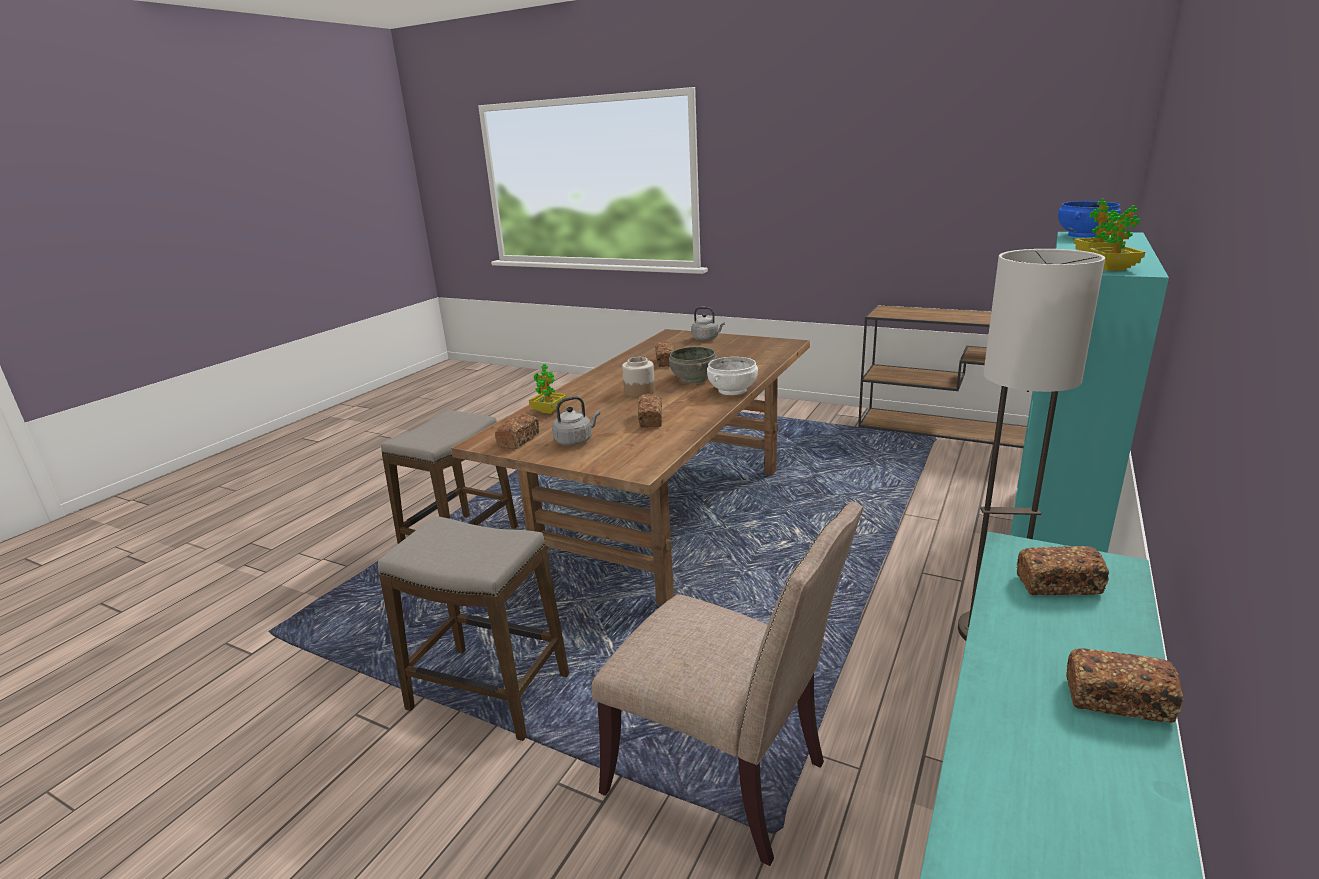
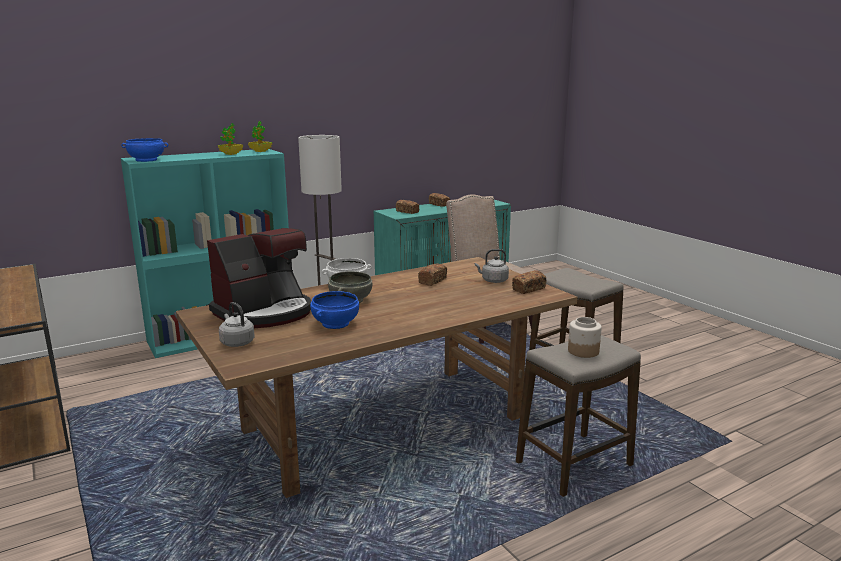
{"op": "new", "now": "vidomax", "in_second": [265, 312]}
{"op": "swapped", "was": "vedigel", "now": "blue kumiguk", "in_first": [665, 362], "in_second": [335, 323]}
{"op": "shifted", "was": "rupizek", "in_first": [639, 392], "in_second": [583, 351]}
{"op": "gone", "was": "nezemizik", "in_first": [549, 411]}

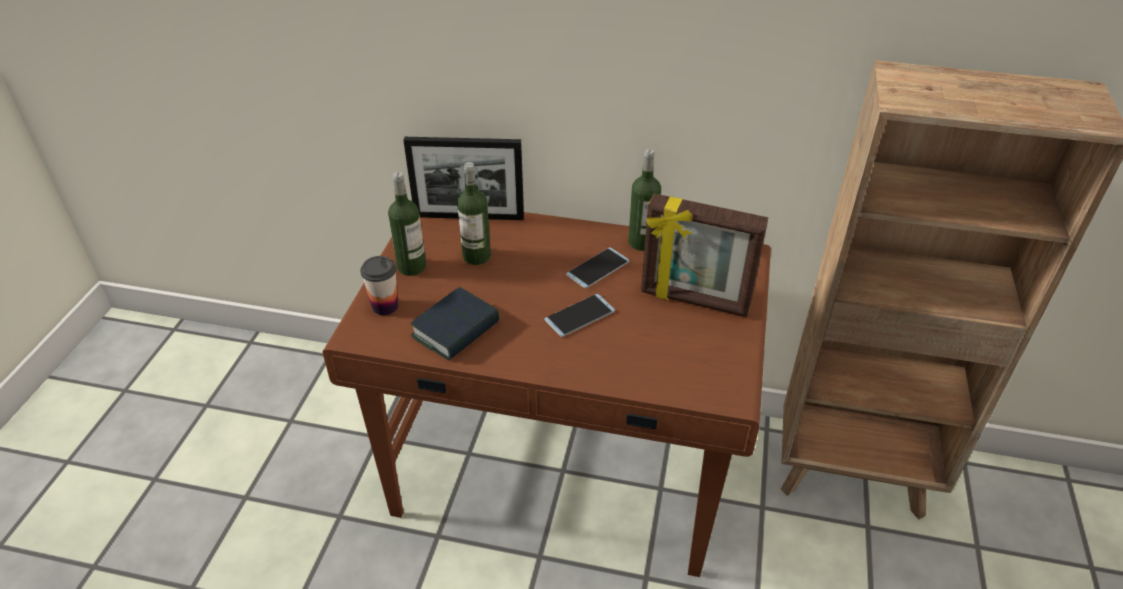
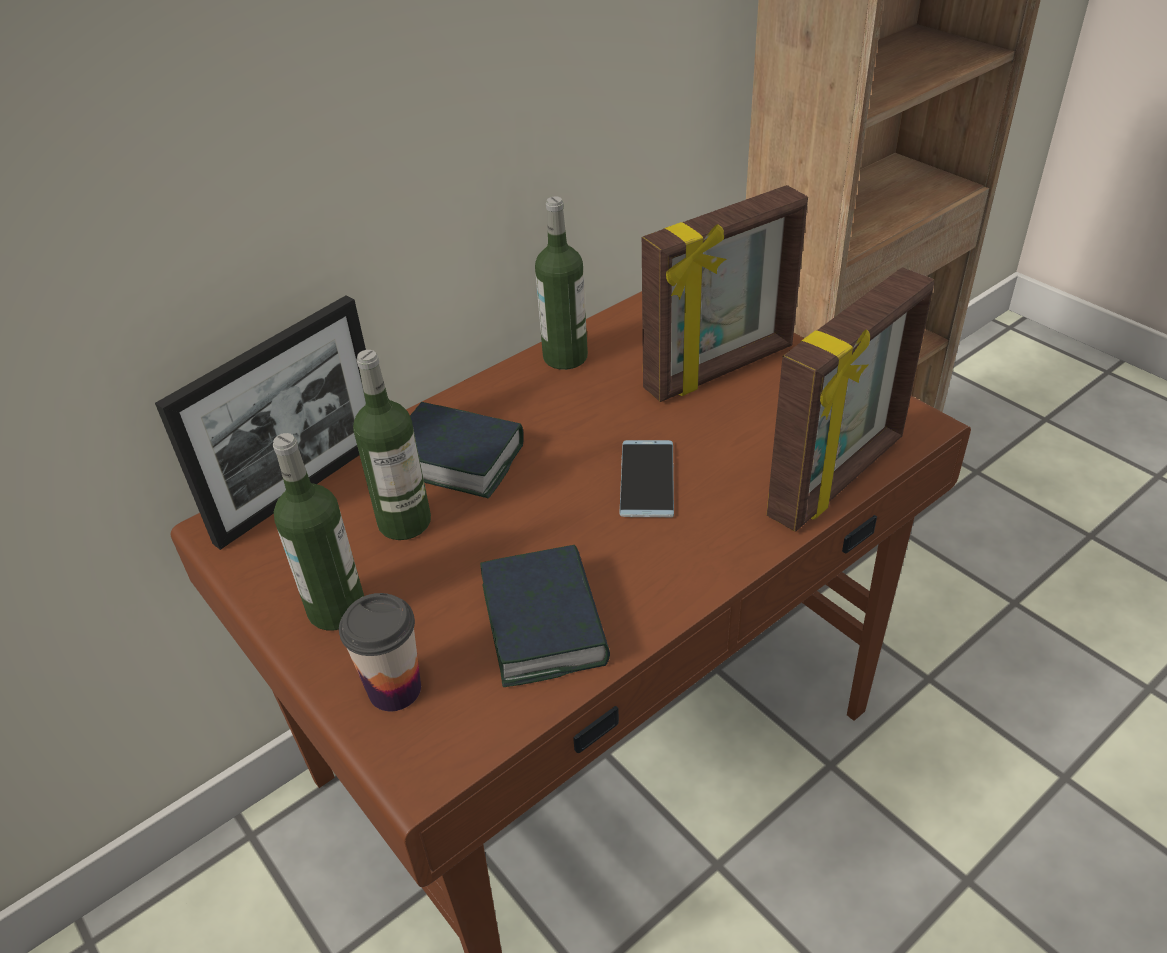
{"op": "new", "now": "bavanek", "in_second": [456, 459]}
{"op": "new", "now": "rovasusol", "in_second": [839, 478]}
{"op": "gone", "was": "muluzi", "in_first": [598, 268]}

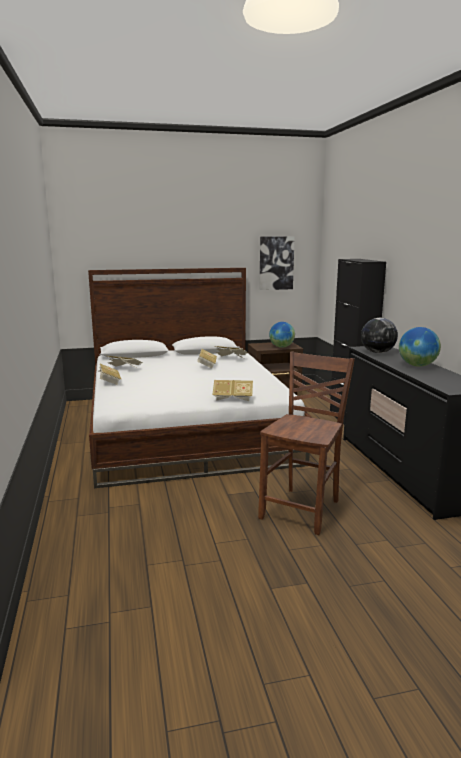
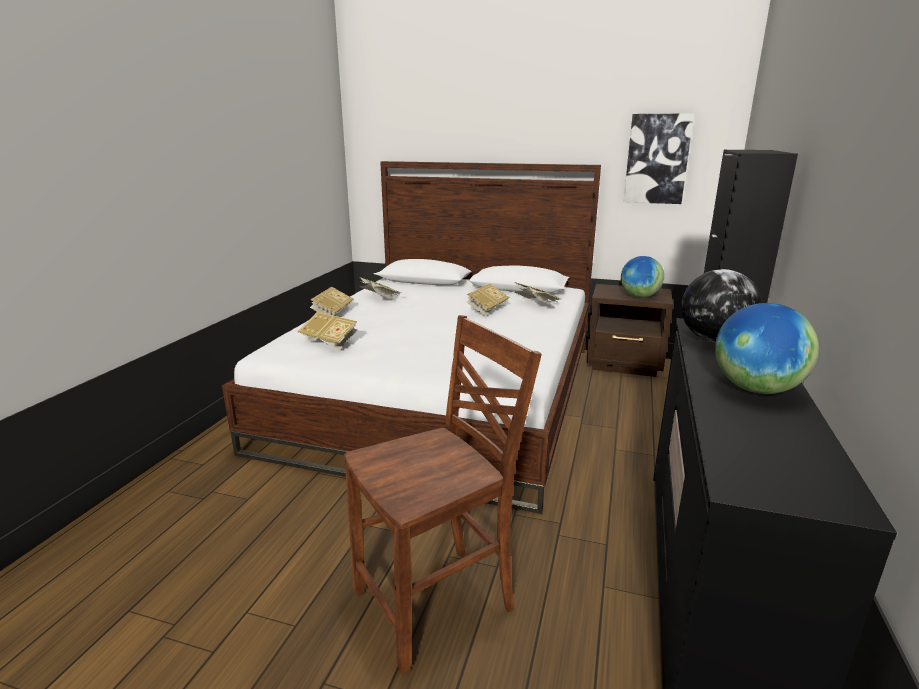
{"op": "shifted", "was": "bavanek", "in_first": [233, 398], "in_second": [329, 342]}

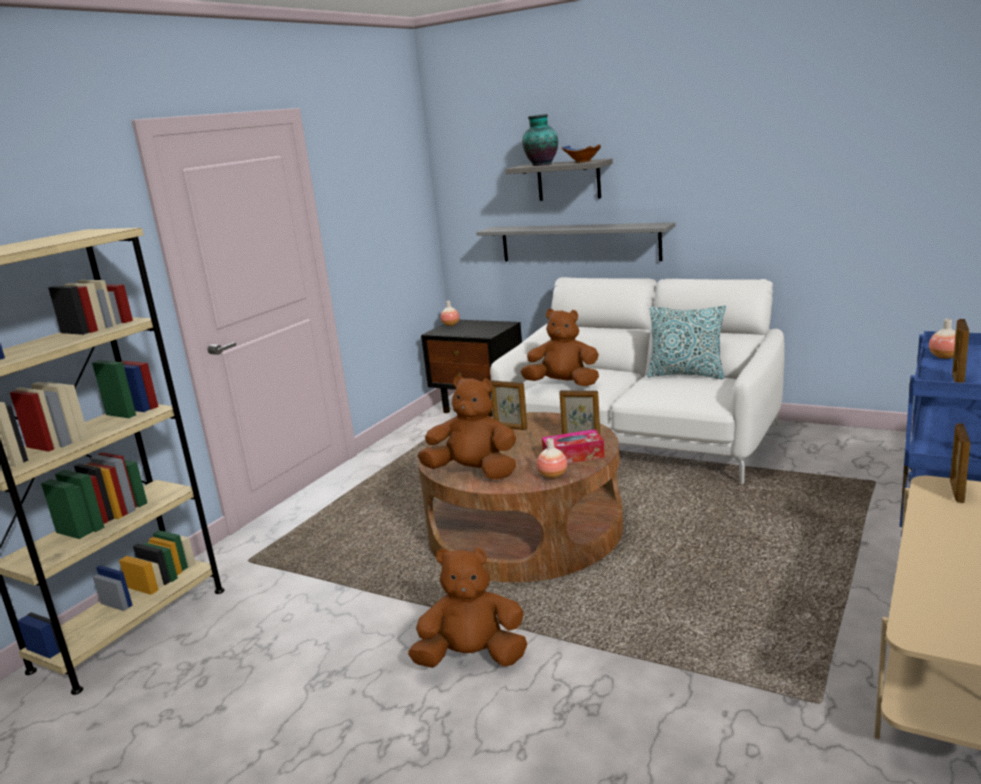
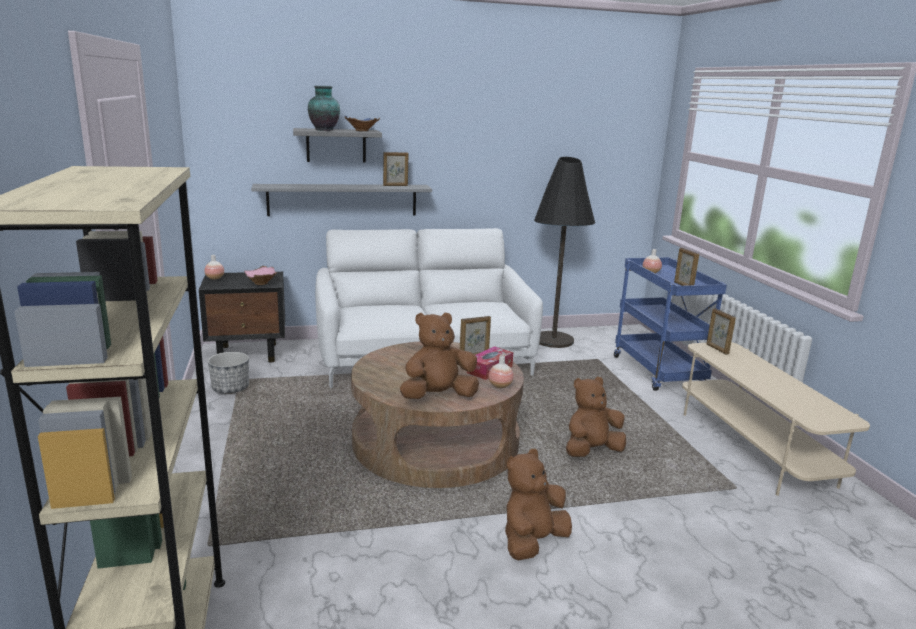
{"op": "new", "now": "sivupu", "in_second": [230, 389]}
{"op": "new", "now": "pink kumiguk", "in_second": [262, 283]}
{"op": "shifted", "was": "rovasusol", "in_first": [510, 428], "in_second": [395, 185]}
{"op": "new", "now": "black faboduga", "in_second": [553, 340]}
{"op": "shifted", "was": "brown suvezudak", "in_first": [563, 384], "in_second": [591, 451]}
{"op": "gone", "was": "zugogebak", "in_first": [686, 374]}

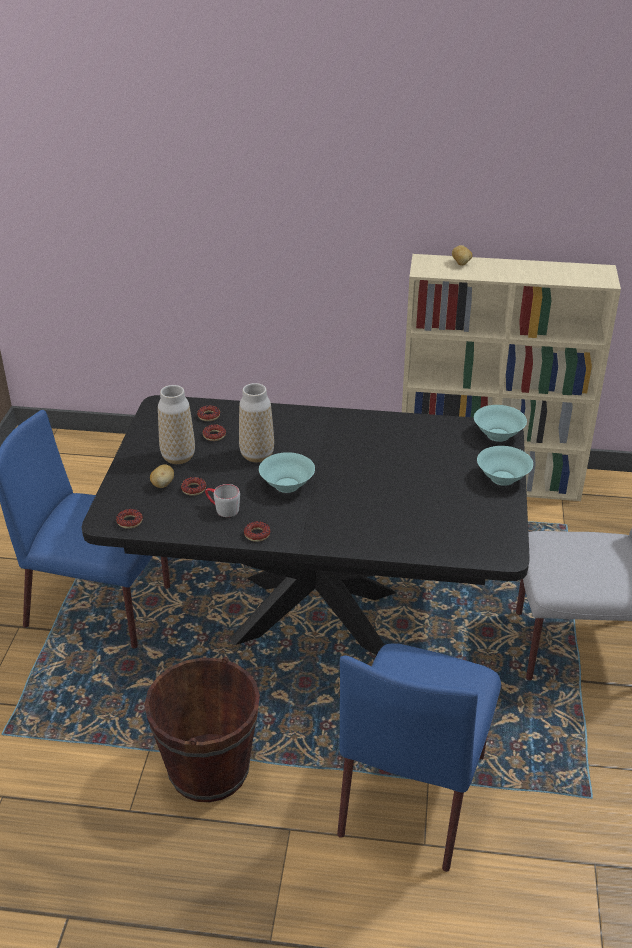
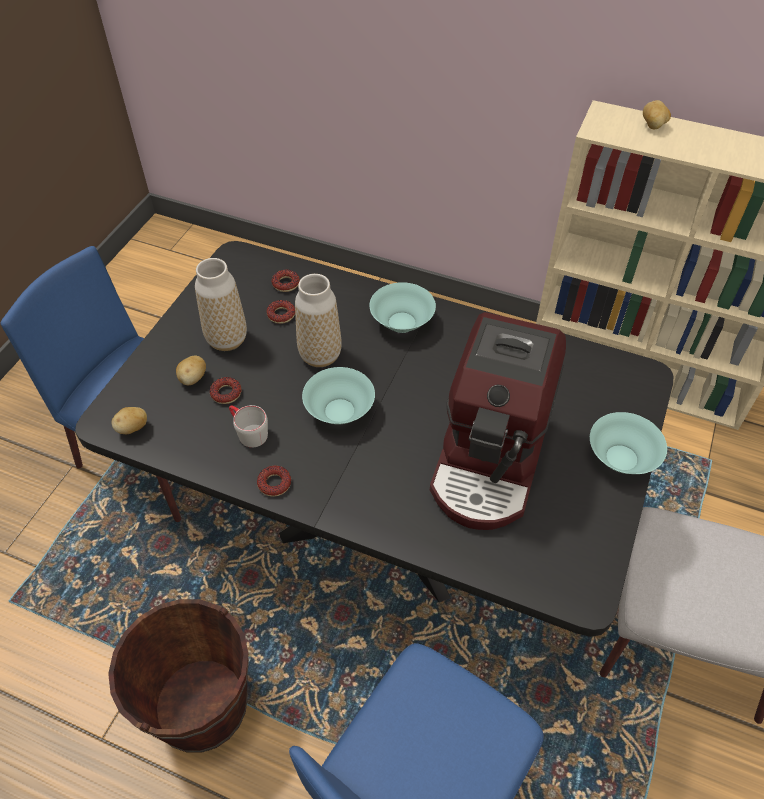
{"op": "swapped", "was": "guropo", "now": "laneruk", "in_first": [129, 521], "in_second": [133, 428]}
{"op": "shifted", "was": "turquoise kumiguk", "in_first": [498, 435], "in_second": [402, 322]}
{"op": "new", "now": "vidomax", "in_second": [491, 460]}

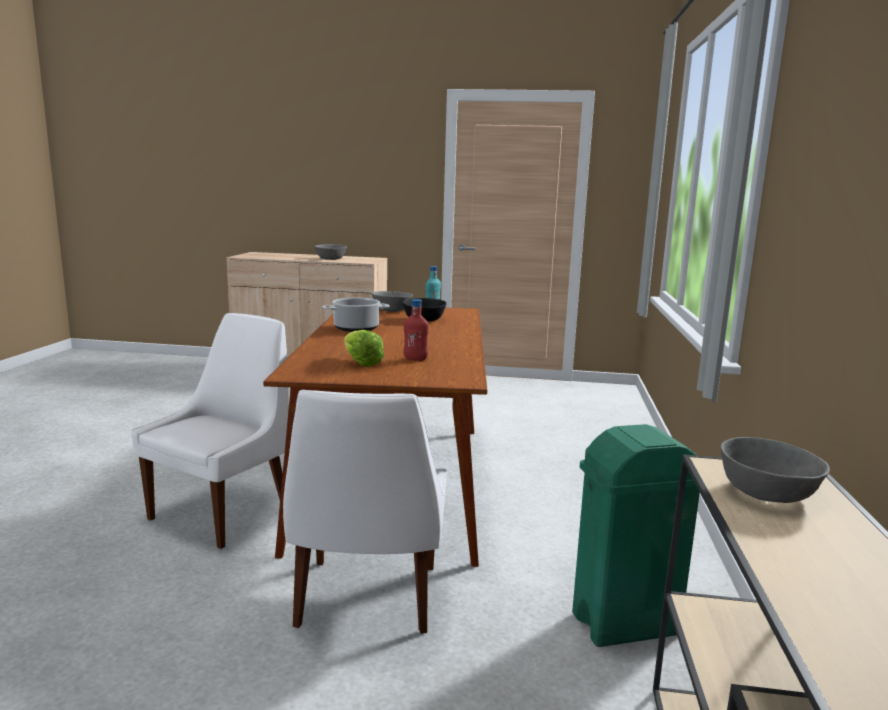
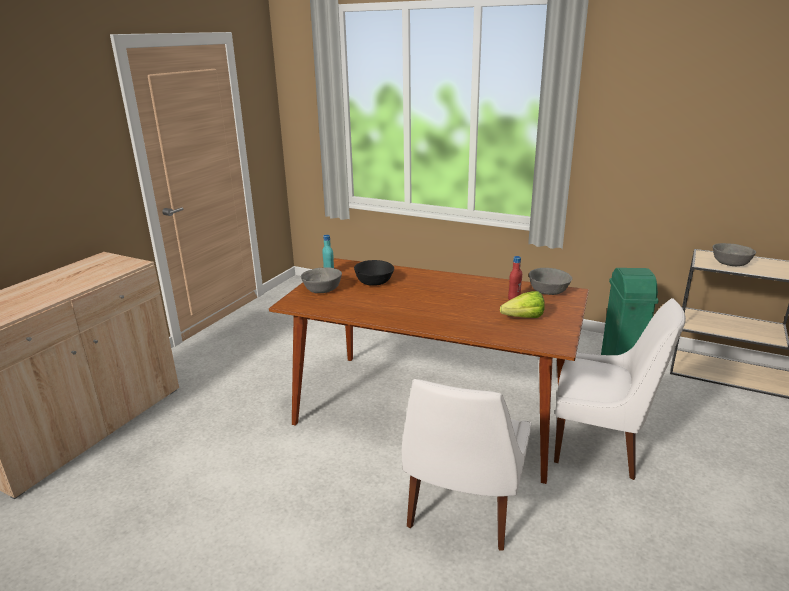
{"op": "rotated", "was": "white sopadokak", "in_first": [224, 512], "in_second": [462, 511], "clockwise": -120}
{"op": "shifted", "was": "grey kumiguk", "in_first": [331, 259], "in_second": [548, 291]}
{"op": "gone", "was": "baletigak", "in_first": [355, 328]}

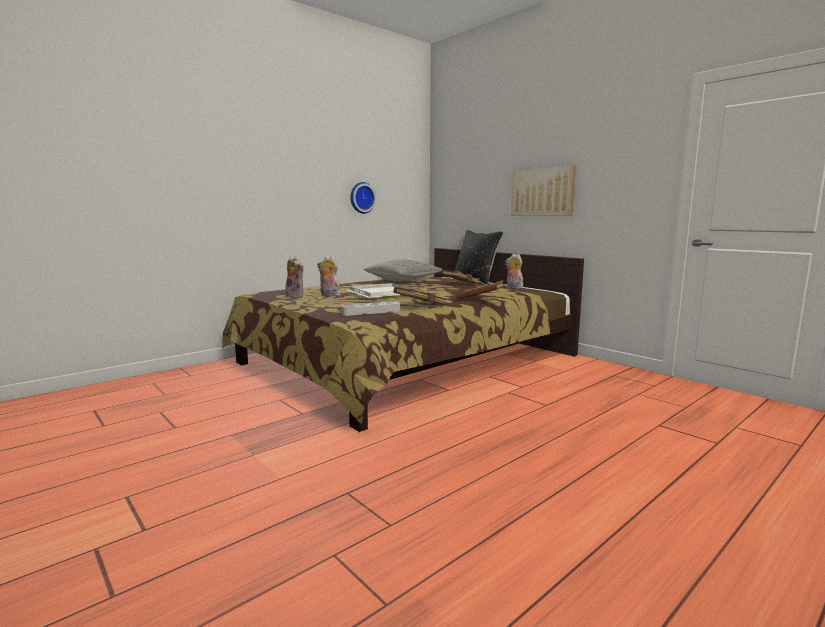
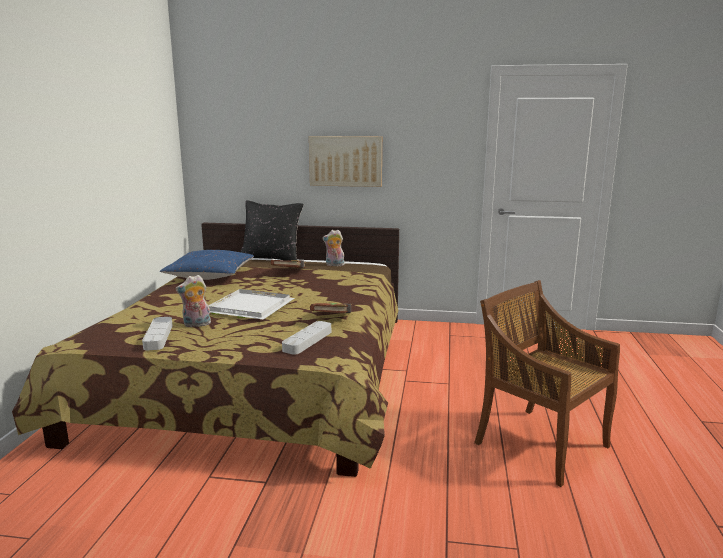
{"op": "swapped", "was": "suvezudak", "now": "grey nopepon", "in_first": [296, 296], "in_second": [158, 336]}
{"op": "repainted", "was": "grey zugogebak", "now": "blue zugogebak", "in_first": [403, 280], "in_second": [210, 275]}
{"op": "new", "now": "brown sopadokak", "in_second": [539, 443]}
{"op": "gone", "was": "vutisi", "in_first": [361, 198]}
{"op": "gone", "was": "brown bavanek", "in_first": [480, 299]}

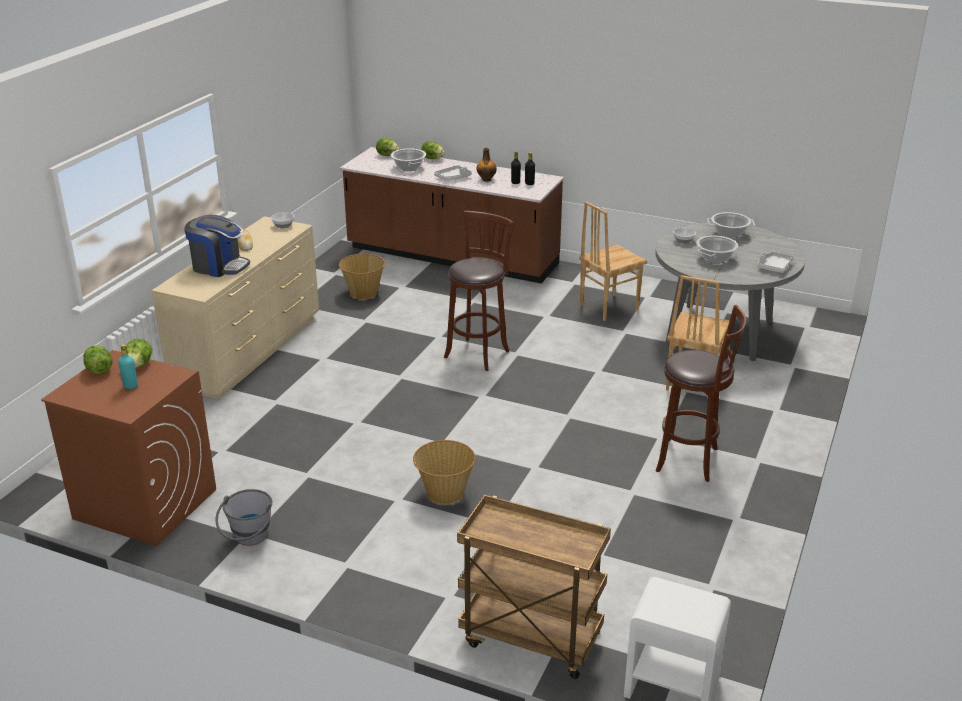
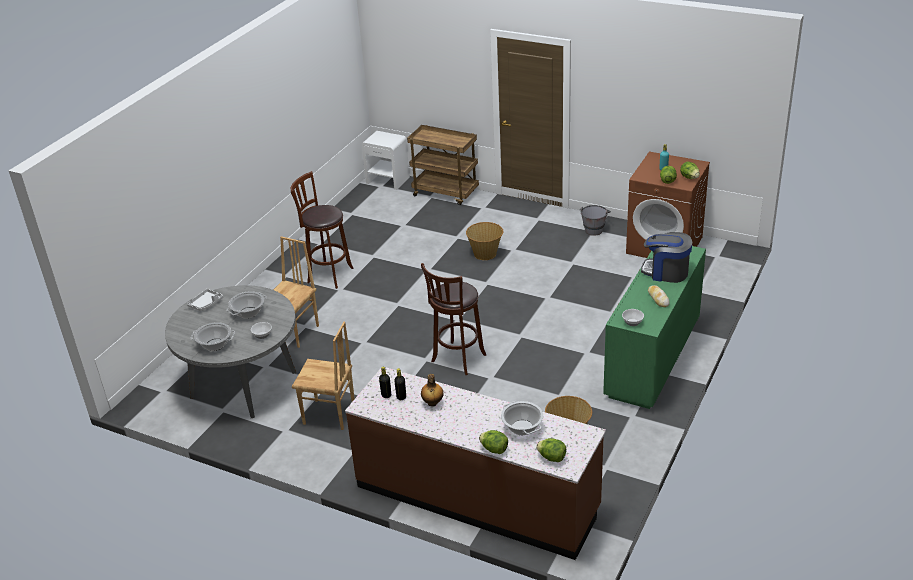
{"op": "rotated", "was": "brown sopadokak", "in_first": [608, 307], "in_second": [329, 415], "clockwise": 45}
{"op": "repainted", "was": "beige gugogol", "now": "green gugogol", "in_first": [249, 351], "in_second": [652, 359]}
{"op": "gone", "was": "grey nopepon", "in_first": [453, 178]}

